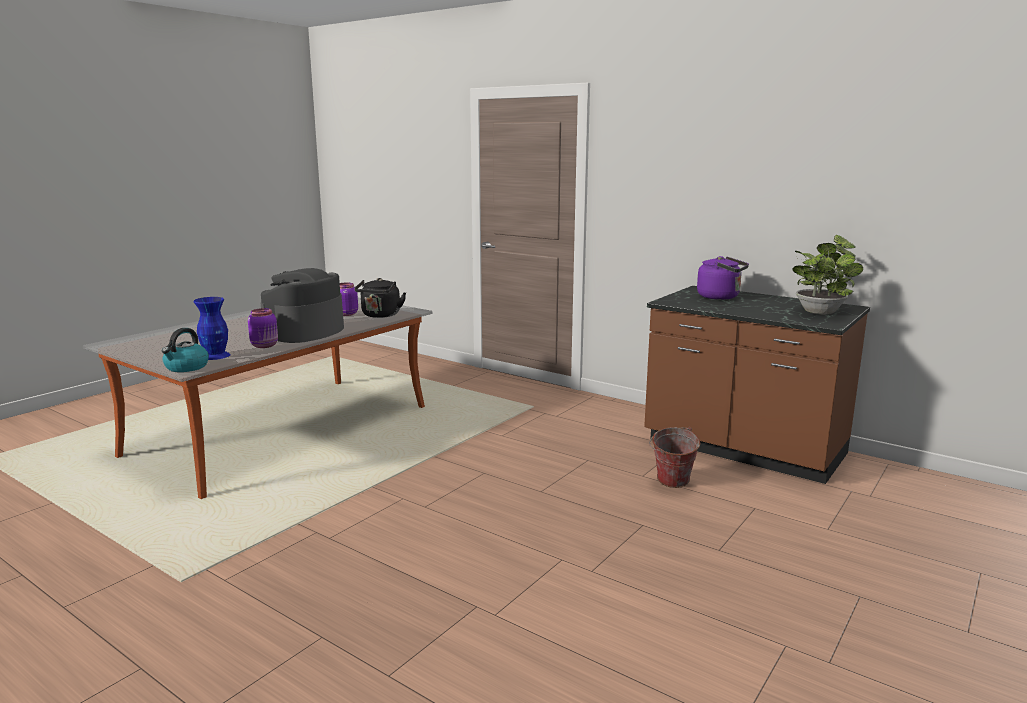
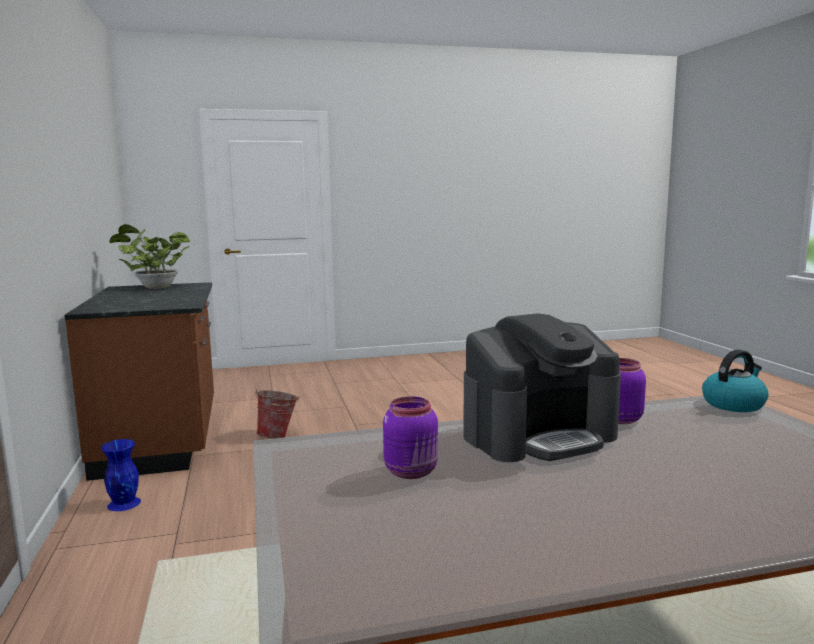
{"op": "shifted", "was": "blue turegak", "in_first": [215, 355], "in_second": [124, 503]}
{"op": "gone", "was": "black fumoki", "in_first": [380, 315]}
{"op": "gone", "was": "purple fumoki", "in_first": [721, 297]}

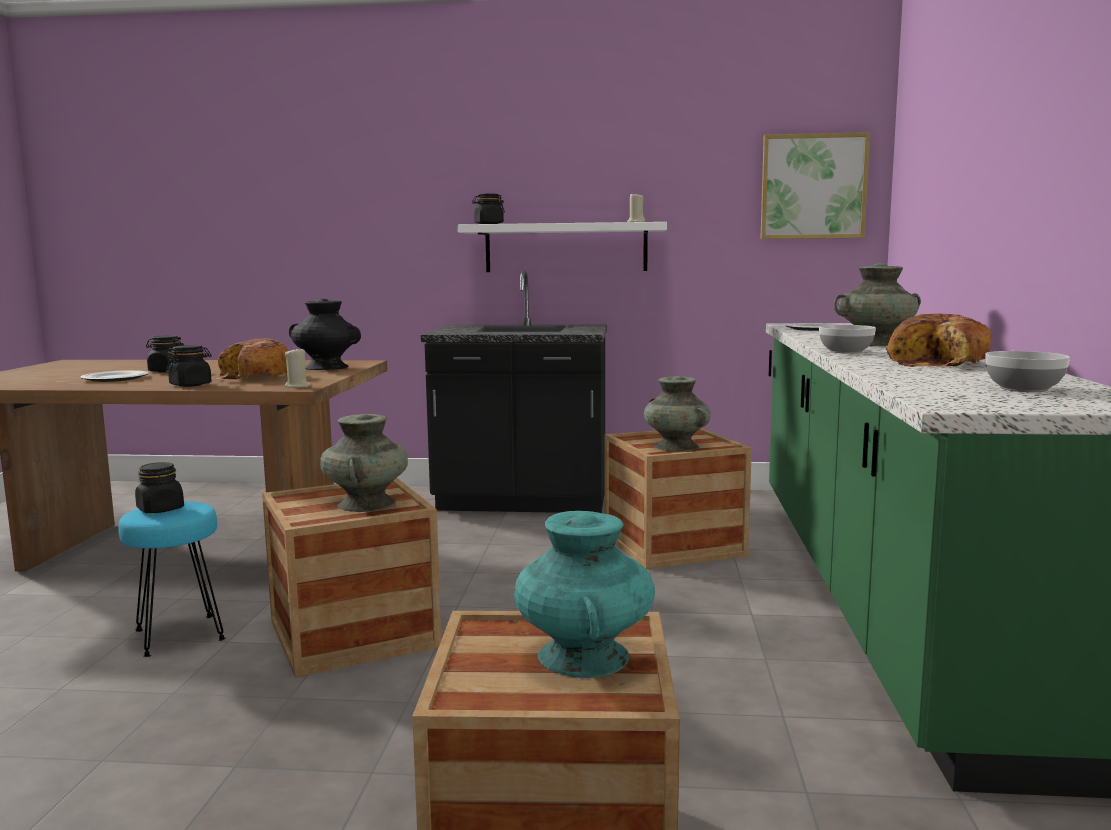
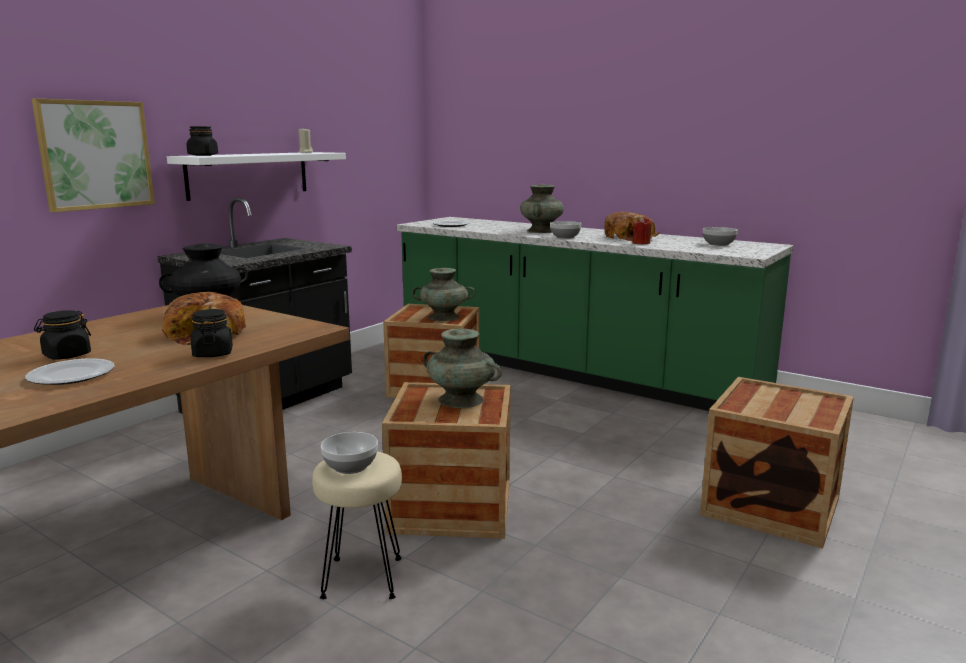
{"op": "shifted", "was": "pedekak", "in_first": [813, 187], "in_second": [95, 155]}
{"op": "repainted", "was": "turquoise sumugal", "now": "beige sumugal", "in_first": [178, 635], "in_second": [362, 579]}
{"op": "swapped", "was": "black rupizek", "now": "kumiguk", "in_first": [160, 509], "in_second": [350, 467]}
{"op": "new", "now": "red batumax", "in_second": [641, 243]}
{"op": "gone", "was": "beige batumax", "in_first": [298, 386]}
{"op": "gone", "was": "turquoise turegak", "in_first": [583, 656]}

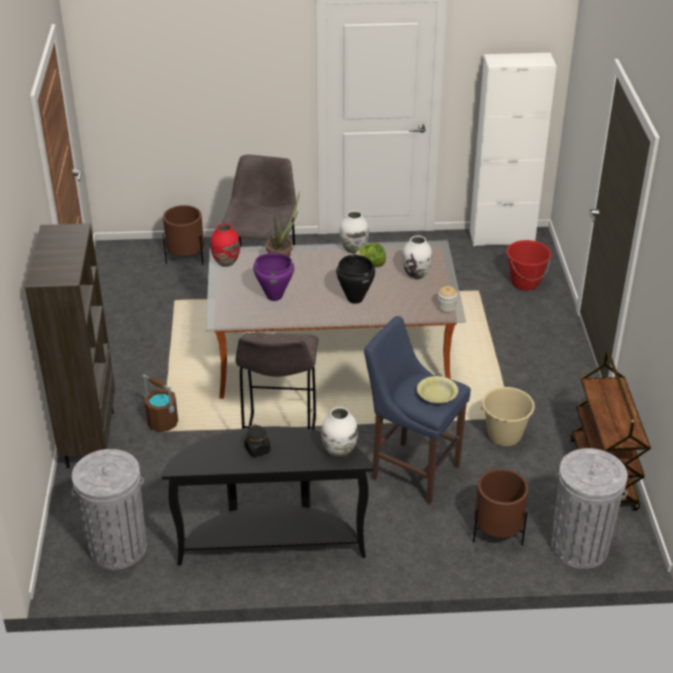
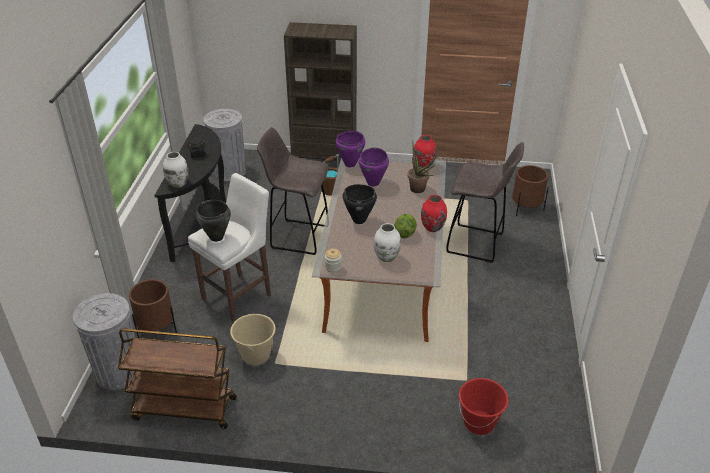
{"op": "repainted", "was": "blue sumugal", "now": "white sumugal", "in_first": [412, 470], "in_second": [239, 295]}
{"op": "swapped", "was": "yellow kumiguk", "now": "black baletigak", "in_first": [437, 395], "in_second": [216, 237]}
{"op": "new", "now": "purple baletigak", "in_second": [350, 164]}
{"op": "repainted", "was": "white turegak", "now": "red turegak", "in_first": [353, 248], "in_second": [432, 227]}
{"op": "gone", "was": "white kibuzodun", "in_first": [502, 237]}

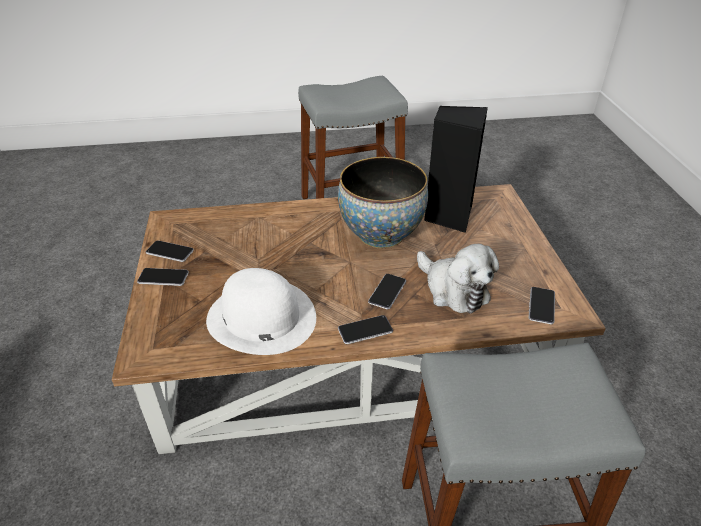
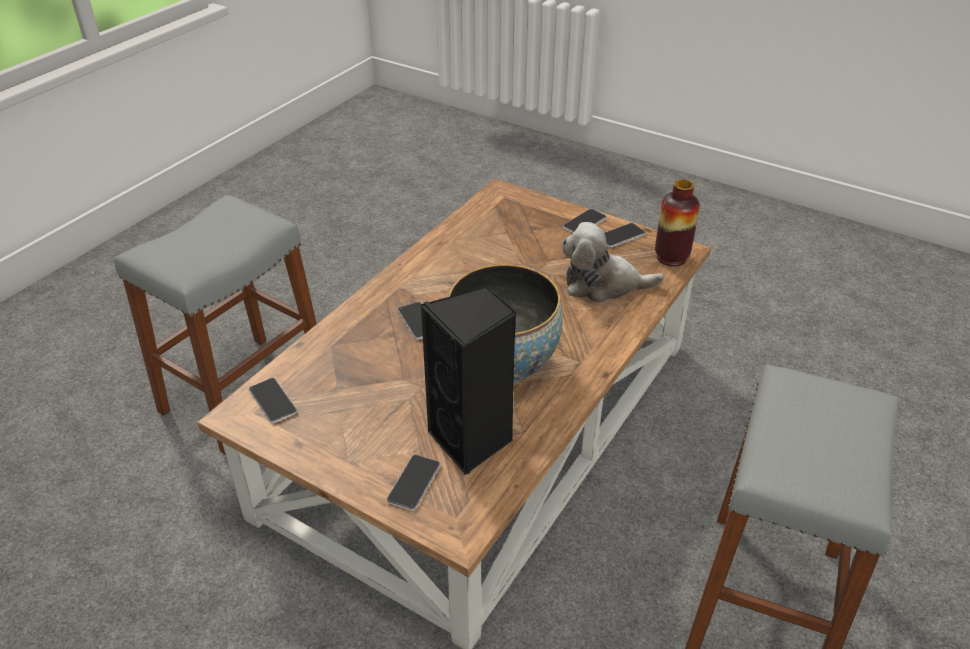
{"op": "shifted", "was": "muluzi", "in_first": [365, 330], "in_second": [413, 483]}
{"op": "shifted", "was": "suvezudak", "in_first": [453, 290], "in_second": [603, 285]}
{"op": "new", "now": "turegak", "in_second": [671, 258]}
{"op": "gone", "was": "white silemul", "in_first": [261, 317]}

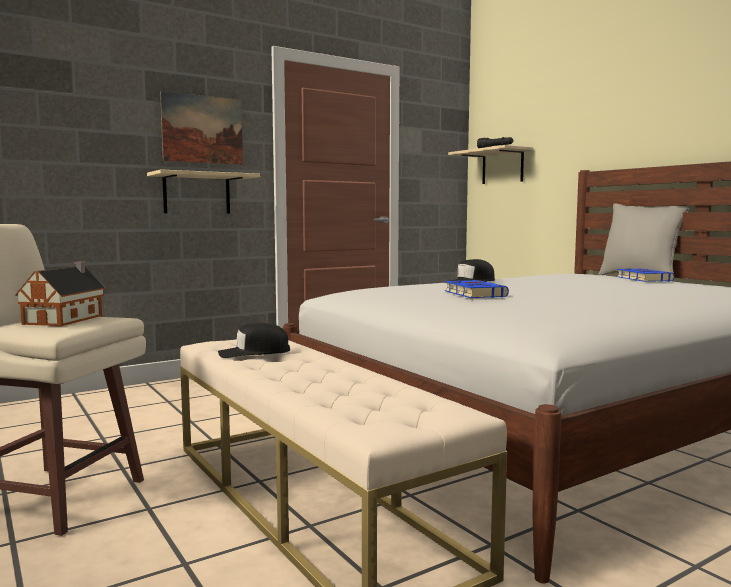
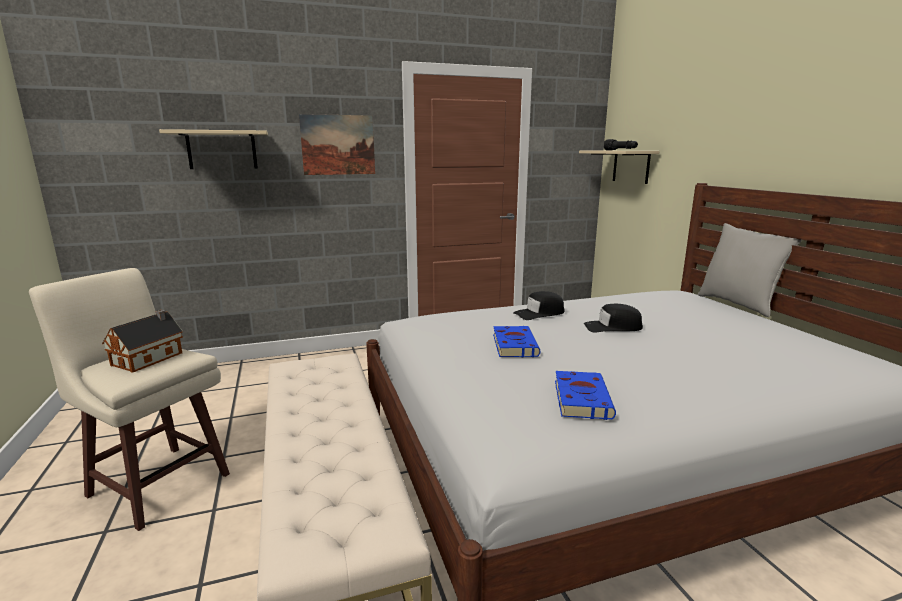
{"op": "shifted", "was": "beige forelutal", "in_first": [197, 193], "in_second": [222, 150]}
{"op": "shifted", "was": "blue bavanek", "in_first": [642, 279], "in_second": [581, 398]}
{"op": "shifted", "was": "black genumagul", "in_first": [254, 352], "in_second": [612, 327]}

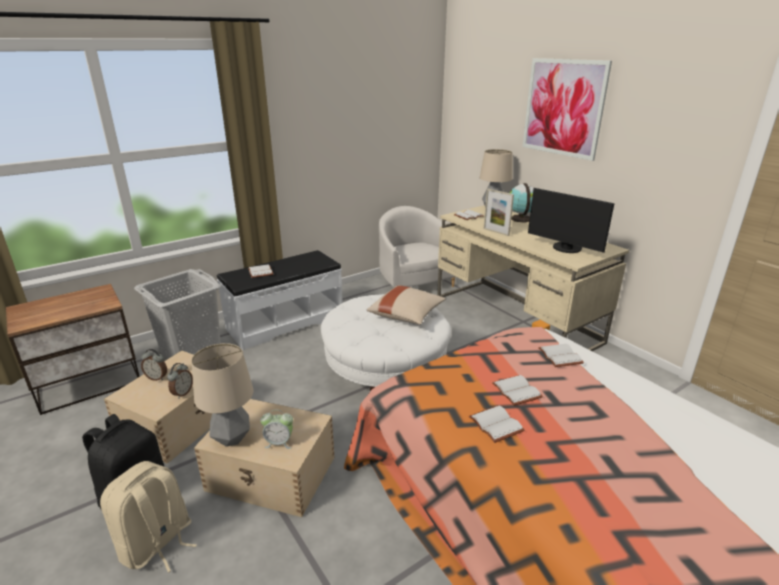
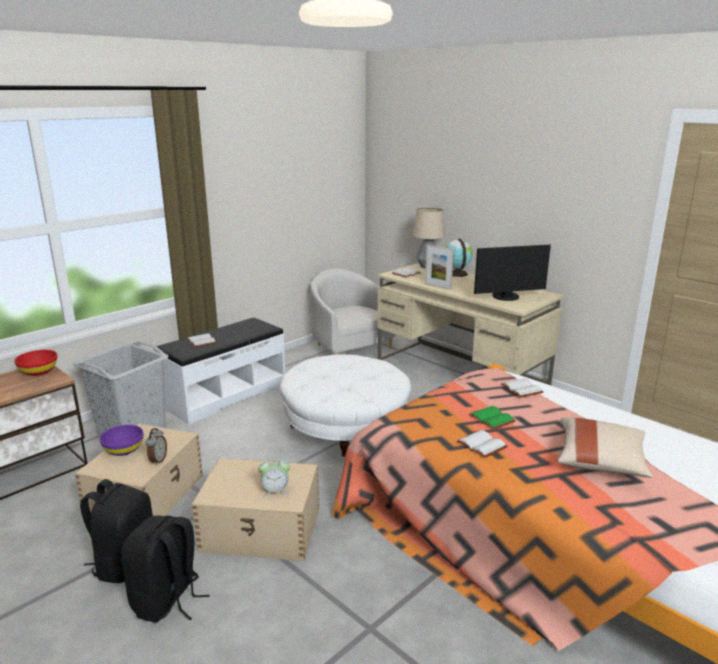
{"op": "new", "now": "red kumiguk", "in_second": [38, 371]}
{"op": "swapped", "was": "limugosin", "now": "purple kumiguk", "in_first": [157, 377], "in_second": [124, 449]}
{"op": "repainted", "was": "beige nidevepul", "now": "black nidevepul", "in_first": [157, 544], "in_second": [167, 600]}
{"op": "repainted", "was": "white bavanek", "now": "green bavanek", "in_first": [518, 391], "in_second": [493, 419]}
{"op": "rotated", "was": "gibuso", "in_first": [565, 249], "in_second": [507, 297], "clockwise": -45}
{"op": "shifted", "was": "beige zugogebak", "in_first": [406, 315], "in_second": [600, 461]}
{"op": "gone", "was": "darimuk", "in_first": [231, 439]}
{"op": "gone", "was": "pedekak", "in_first": [563, 108]}

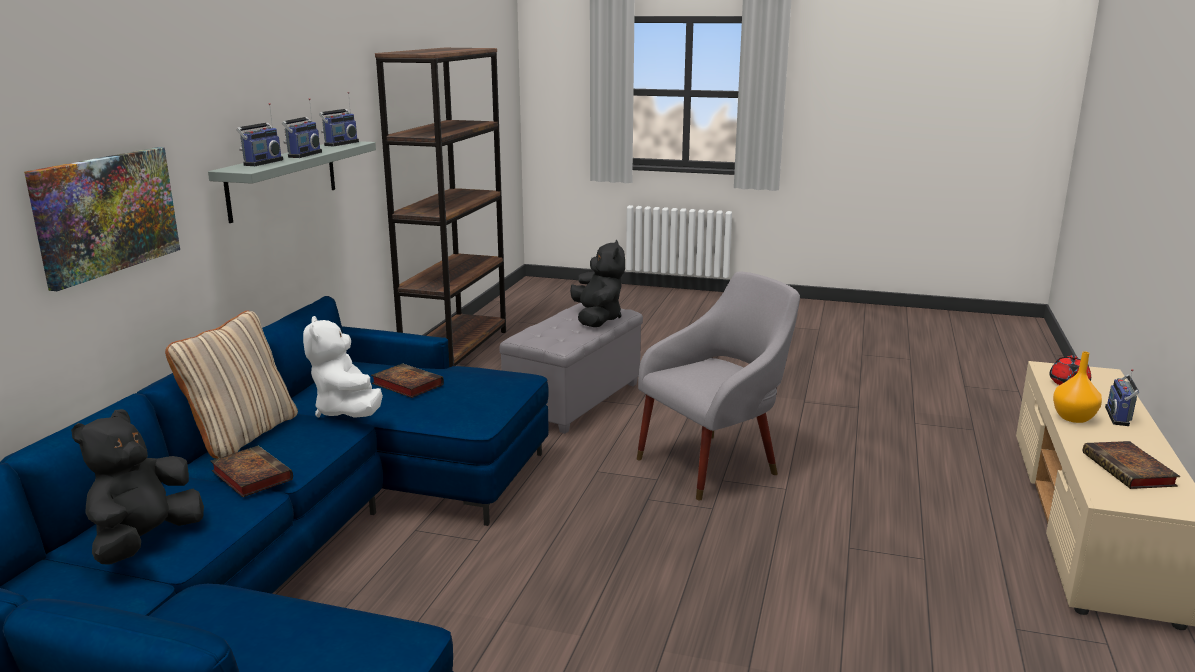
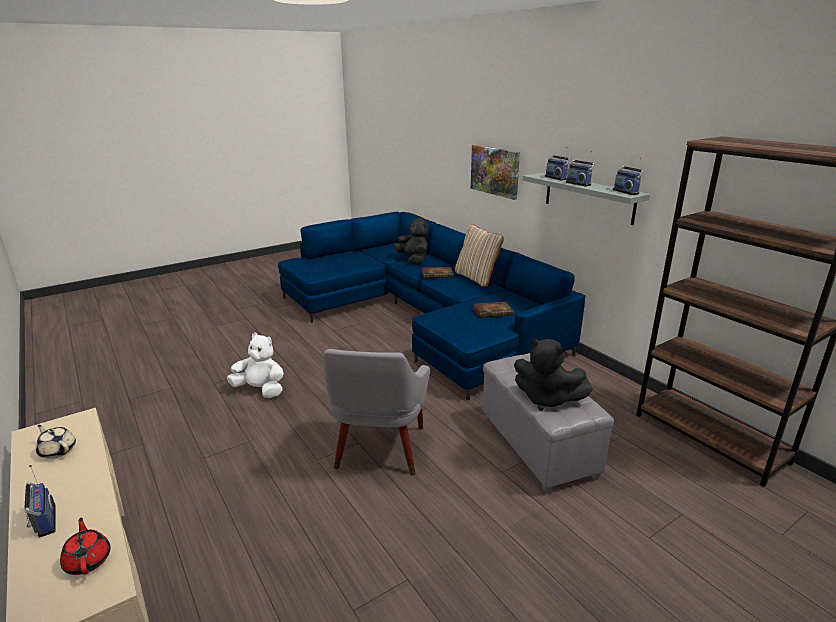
{"op": "swapped", "was": "bavanek", "now": "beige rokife", "in_first": [1130, 471], "in_second": [58, 450]}
{"op": "shifted", "was": "white suvezudak", "in_first": [348, 412], "in_second": [260, 390]}
{"op": "gone", "was": "orange turegak", "in_first": [1073, 418]}

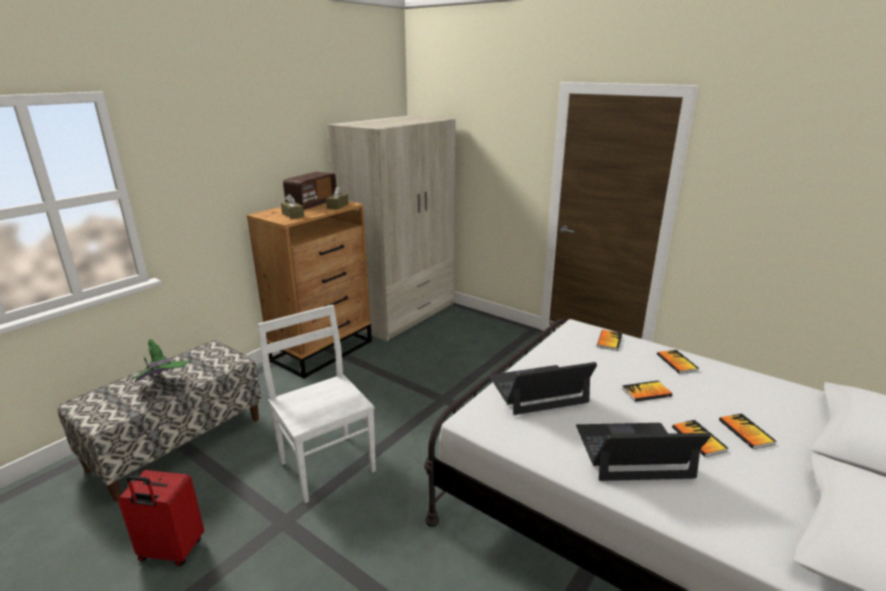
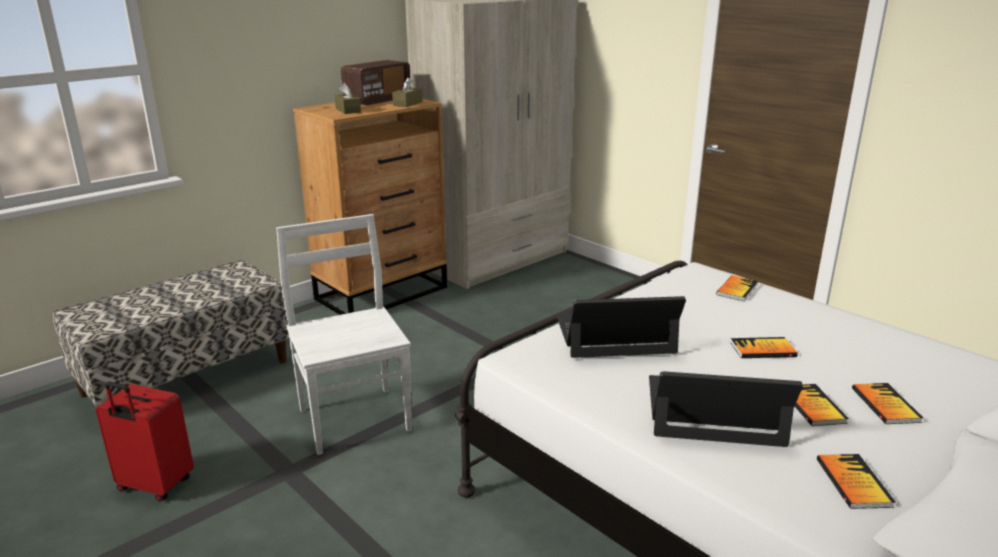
{"op": "shifted", "was": "bavanek", "in_first": [677, 362], "in_second": [853, 482]}
{"op": "gone", "was": "green silemul", "in_first": [164, 386]}

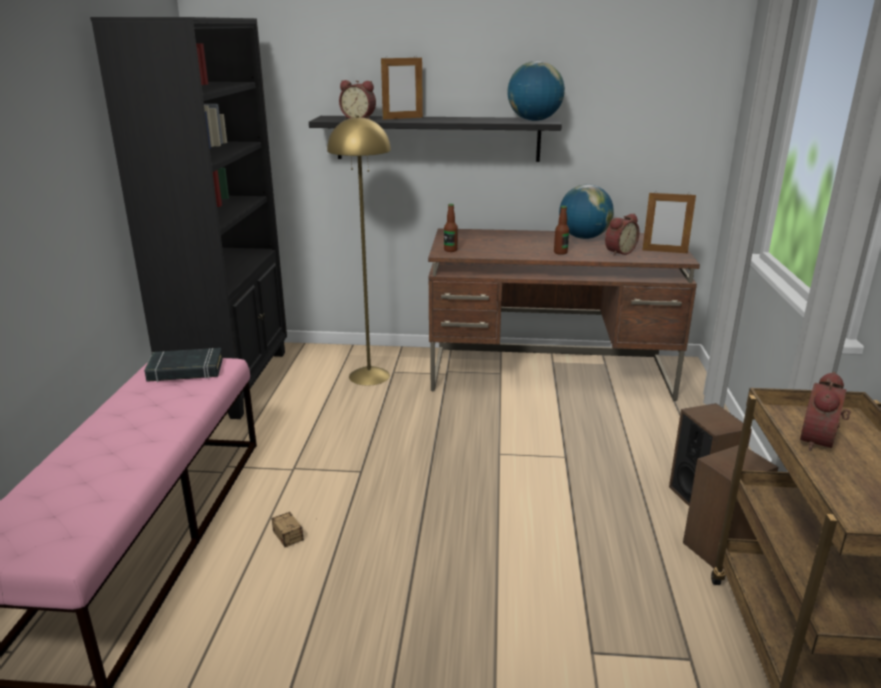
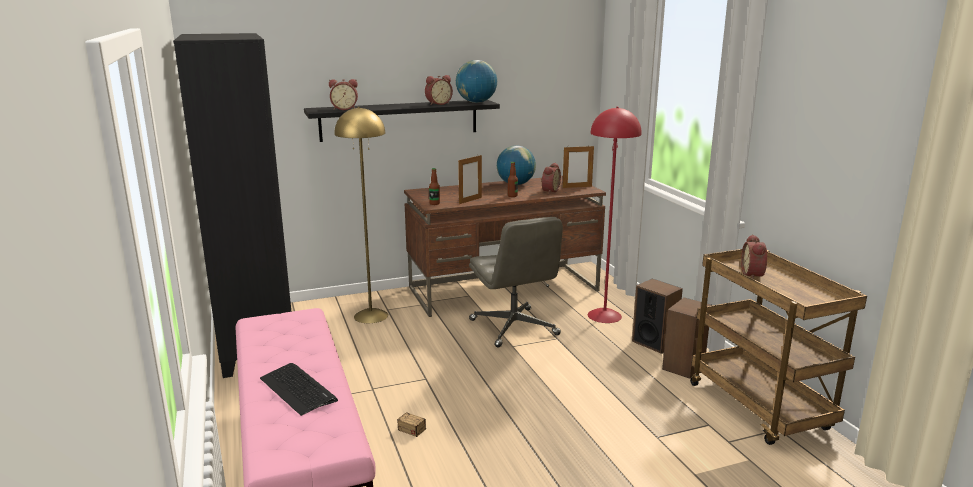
{"op": "new", "now": "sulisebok", "in_second": [298, 389]}
{"op": "new", "now": "limugosin", "in_second": [438, 104]}
{"op": "shifted", "was": "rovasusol", "in_first": [402, 118], "in_second": [470, 200]}
{"op": "new", "now": "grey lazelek", "in_second": [514, 328]}
{"op": "new", "now": "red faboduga", "in_second": [604, 315]}
{"op": "gone", "was": "black bavanek", "in_first": [185, 370]}

